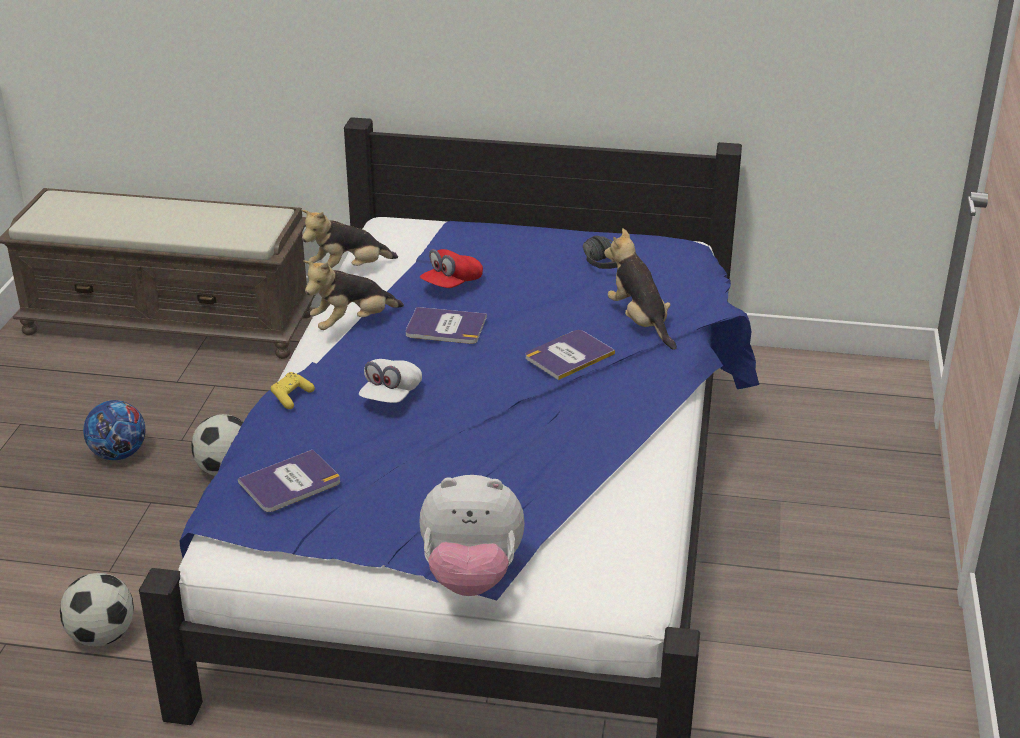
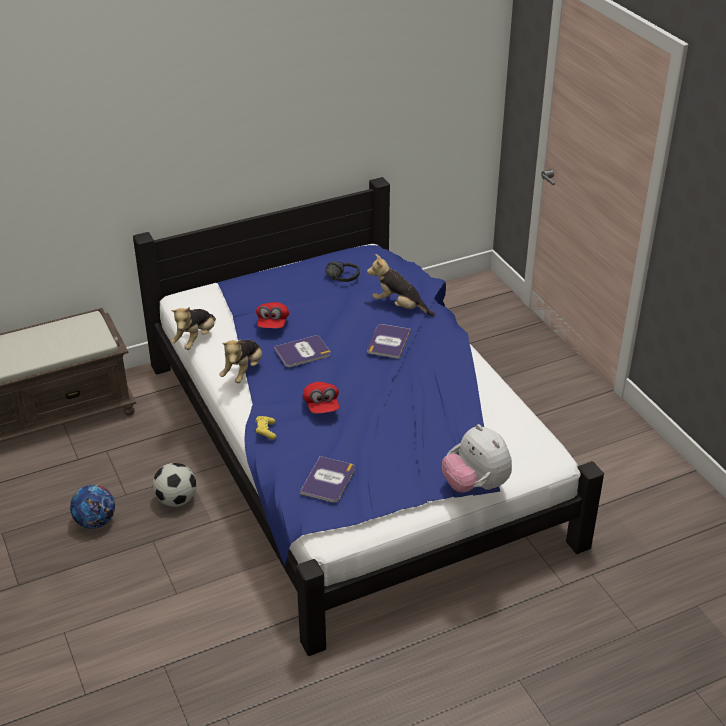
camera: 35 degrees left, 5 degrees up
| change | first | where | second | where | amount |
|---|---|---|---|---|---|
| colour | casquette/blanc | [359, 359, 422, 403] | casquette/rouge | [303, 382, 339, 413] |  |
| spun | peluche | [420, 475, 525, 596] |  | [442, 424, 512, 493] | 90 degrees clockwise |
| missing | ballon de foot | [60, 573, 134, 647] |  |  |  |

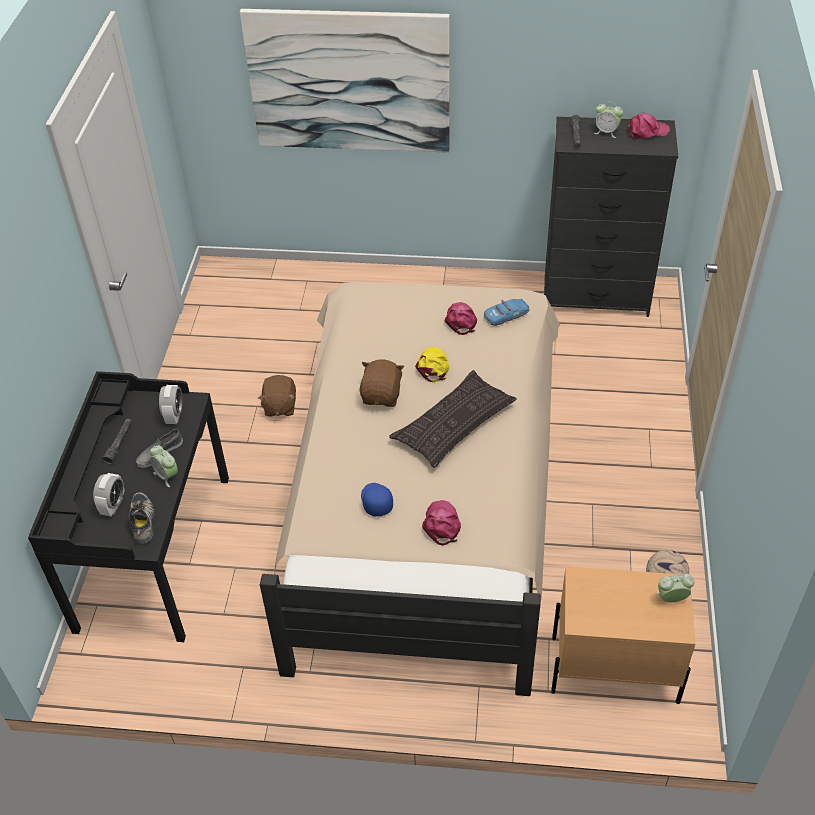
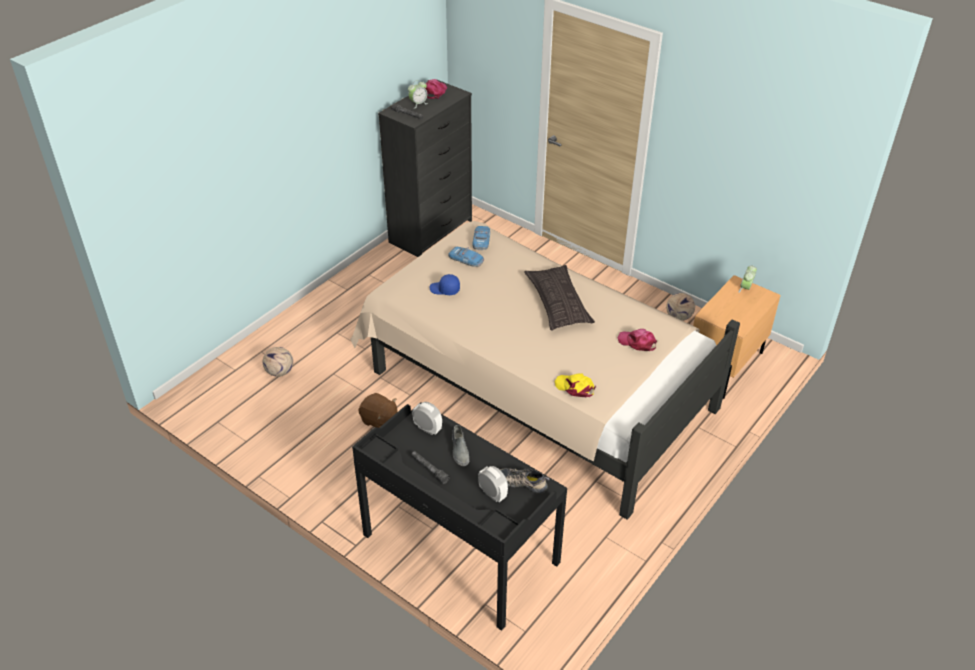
camera: 60 degrees left, 5 degrees down
| change | first | where | second | where | amount |
|---|---|---|---|---|---|
| missing | tableau | [240, 9, 450, 153] |  |  |  |
| exchanged | casquette/rose | [445, 302, 477, 335] | petite voiture | [448, 247, 484, 267] |  |
| relocated | casquette/jaune | [415, 347, 449, 382] |  | [555, 373, 596, 397] |  |
| missing | peluche/marron | [360, 359, 404, 407] |  |  |  |
| missing | réveil | [150, 445, 178, 487] |  |  |  |
| relocated | casquette/bleu | [361, 483, 393, 516] |  | [429, 274, 460, 295] |  |
| appeared |  |  | ballon de foot | [263, 347, 293, 377] |  |

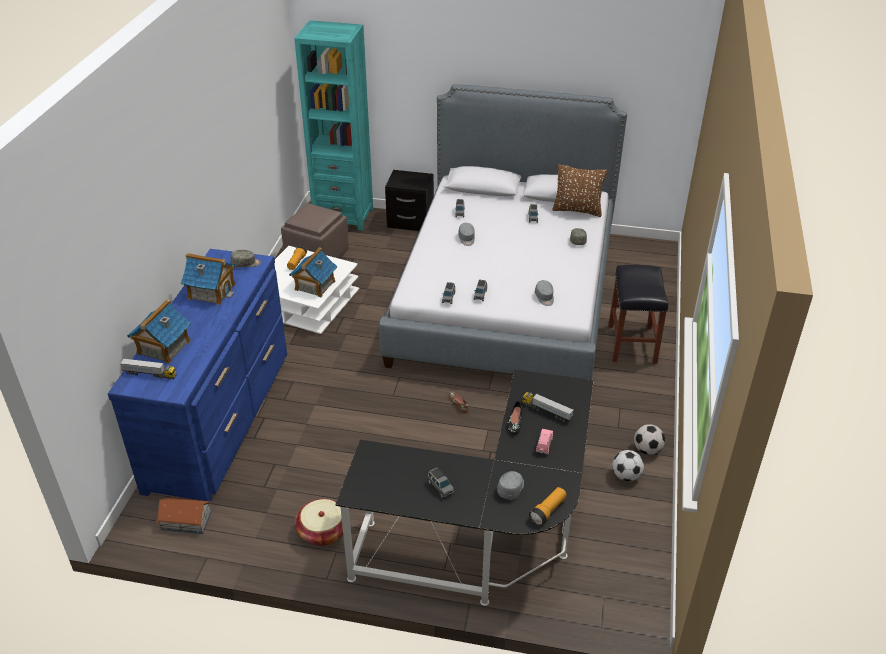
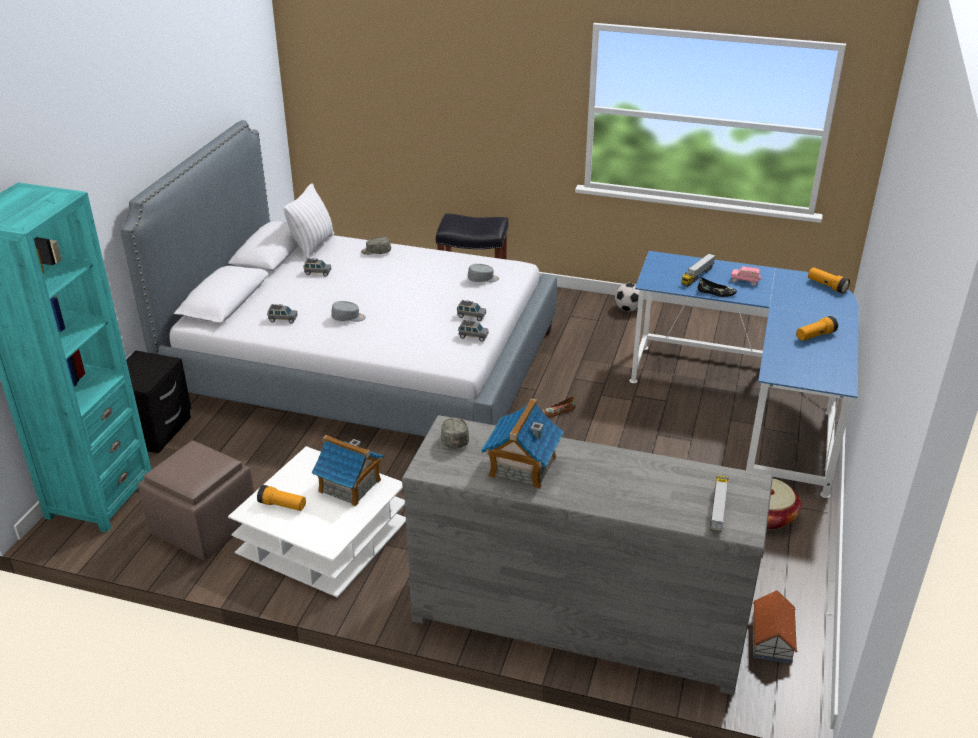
camera: 85 degrees left, 5 degrees down
| change | first | where | second | where | amount |
|---|---|---|---|---|---|
| colour | coussin/marron | [552, 164, 607, 217] | coussin/blanc | [283, 183, 334, 260] |  |
| colour | commode/bleu | [108, 249, 287, 504] | commode/gris | [402, 415, 773, 695] |  |
| missing | maison miniature | [127, 299, 191, 364] |  |  |  |
| colour | bureau/noir | [335, 369, 594, 606] | bureau/bleu | [629, 251, 859, 498] |  |
| missing | ballon de foot | [612, 450, 644, 481] |  |  |  |
| exchanged | petite voiture/gris | [427, 467, 454, 498] | lampe de poche | [796, 316, 838, 341] |  |
| missing | casquette/gris | [497, 471, 524, 499] |  |  |  |

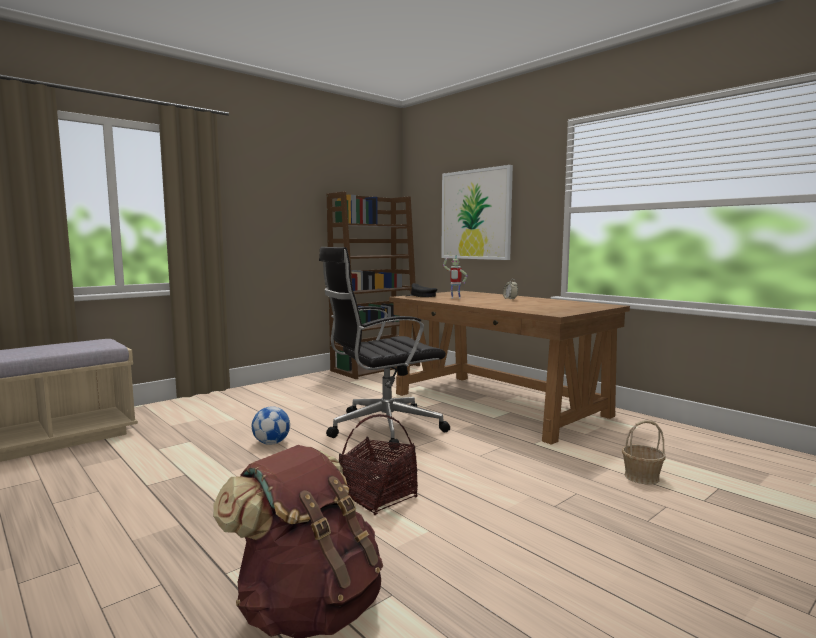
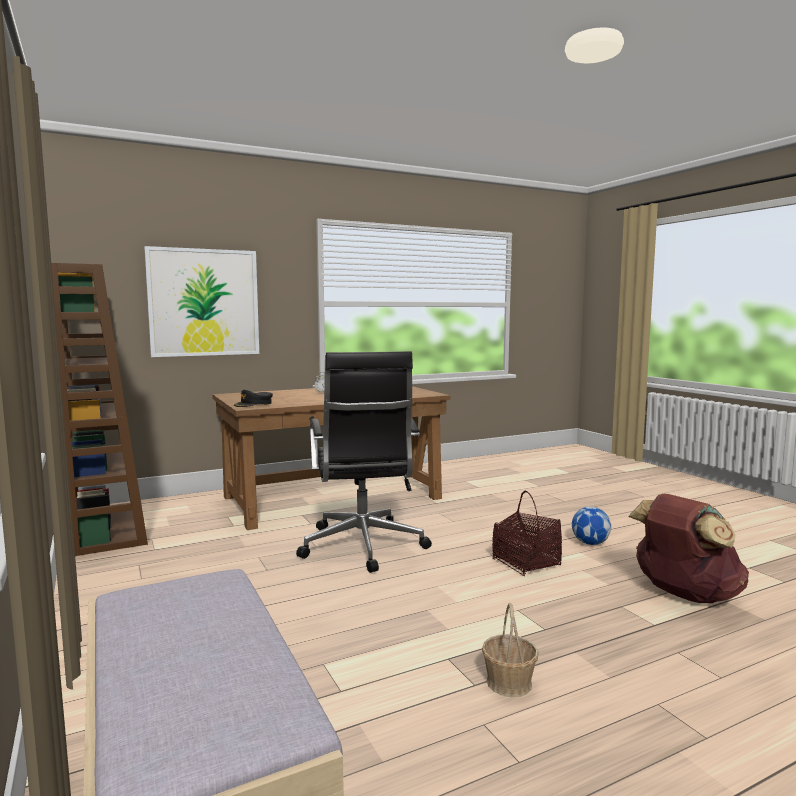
camera: 75 degrees left, 0 degrees up
| change | first | where | second | where | amount |
|---|---|---|---|---|---|
| missing | robot jouet | [443, 255, 468, 299] |  |  |  |
| relocated | ballon de foot | [252, 406, 290, 445] |  | [572, 507, 611, 545] |  |
| relocated | panier | [622, 420, 666, 484] |  | [482, 603, 539, 697] |  |

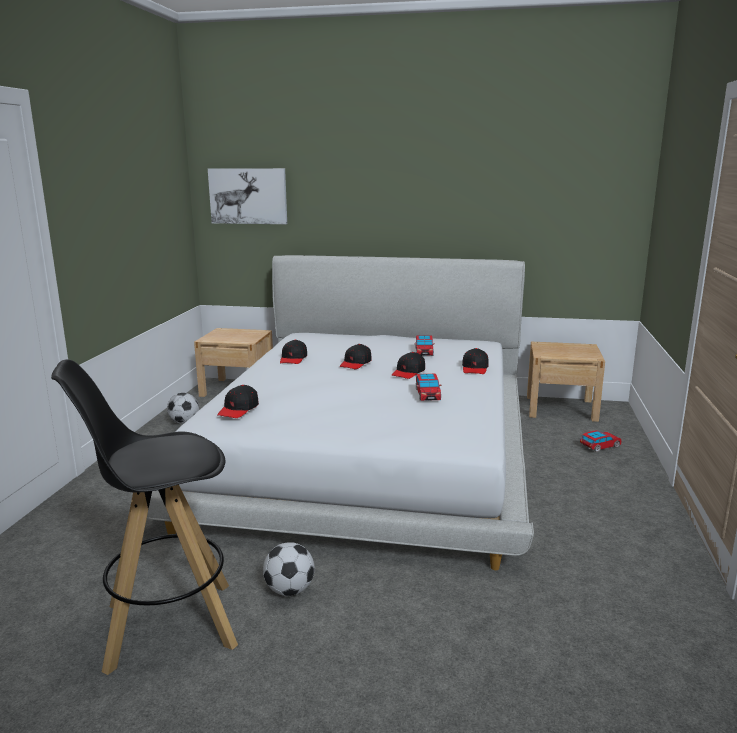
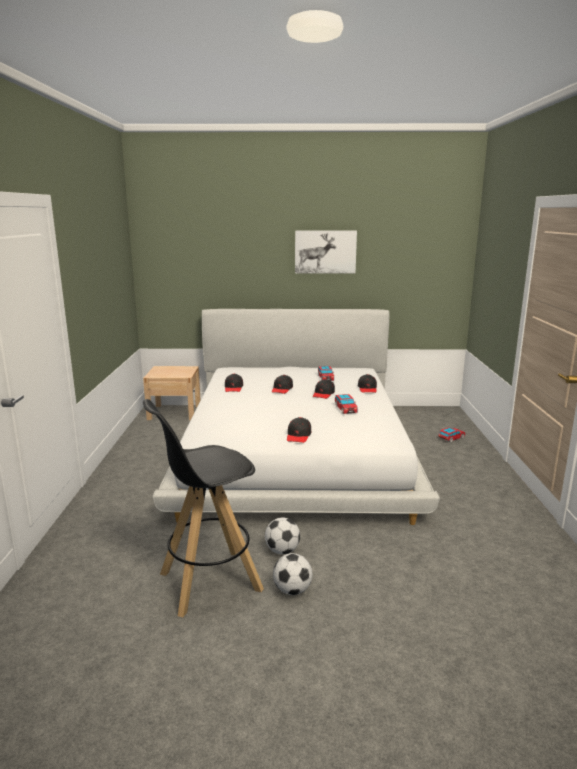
camera: 10 degrees left, 0 degrees up
| change | first | where | second | where | amount |
|---|---|---|---|---|---|
| relocated | tableau | [208, 168, 287, 224] |  | [295, 231, 357, 273] |  |
| missing | table de chevet/beige | [527, 342, 605, 422] |  |  |  |
| relocated | casquette/noir | [217, 385, 259, 418] |  | [287, 417, 311, 443] |  |
| relocated | ballon de foot | [167, 393, 199, 424] |  | [273, 553, 312, 595] |  |

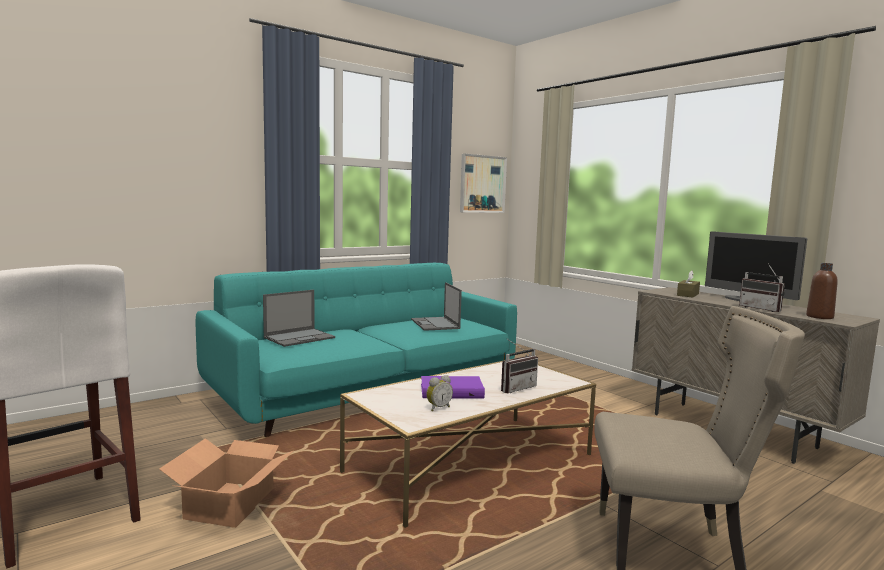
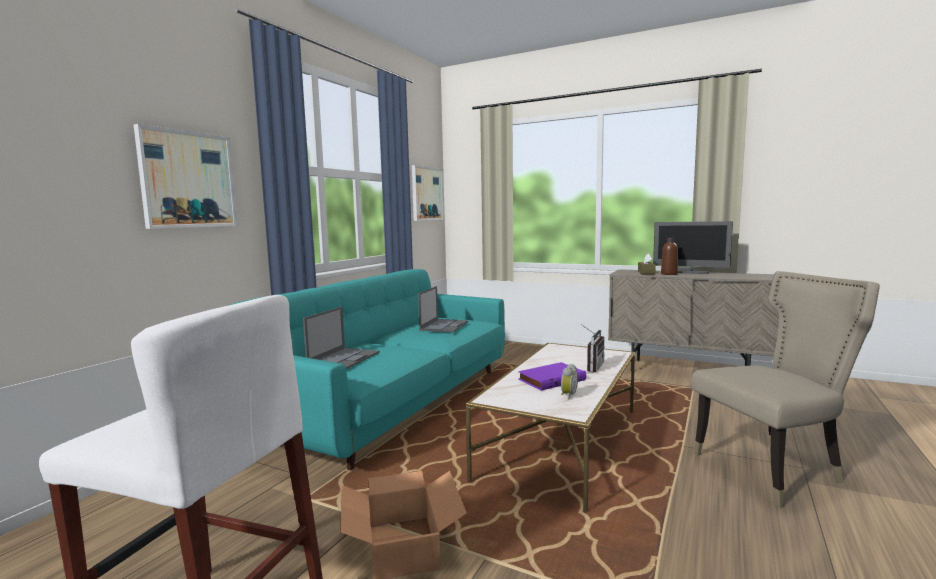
camera: 25 degrees left, 0 degrees up
| change | first | where | second | where | amount |
|---|---|---|---|---|---|
| relocated | bouteille/marron | [806, 263, 838, 319] |  | [661, 238, 678, 275] |  |
| missing | radio | [739, 264, 785, 312] |  |  |  |
| spun | ordinateur portable | [411, 282, 462, 331] |  | [418, 286, 469, 333] | 120 degrees counterclockwise |
| appeared |  |  | tableau | [134, 124, 238, 229] |  |

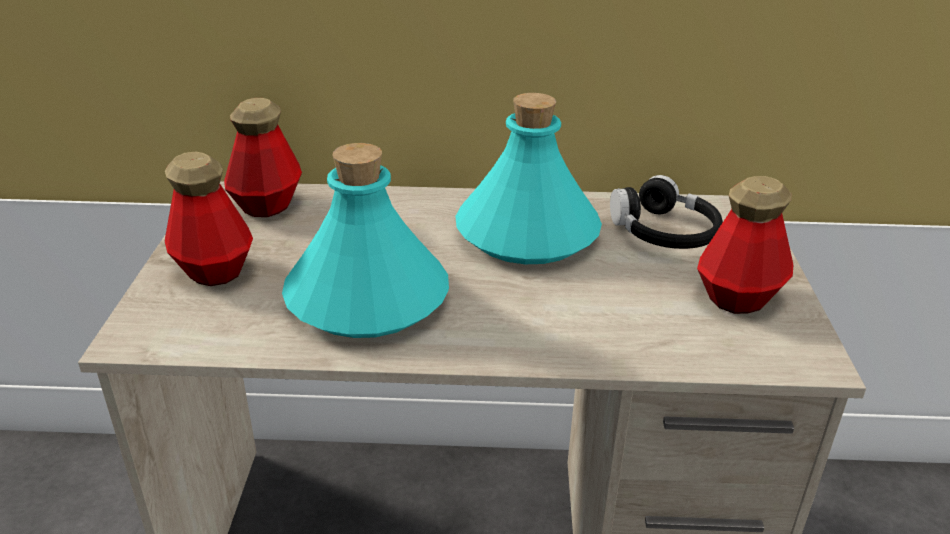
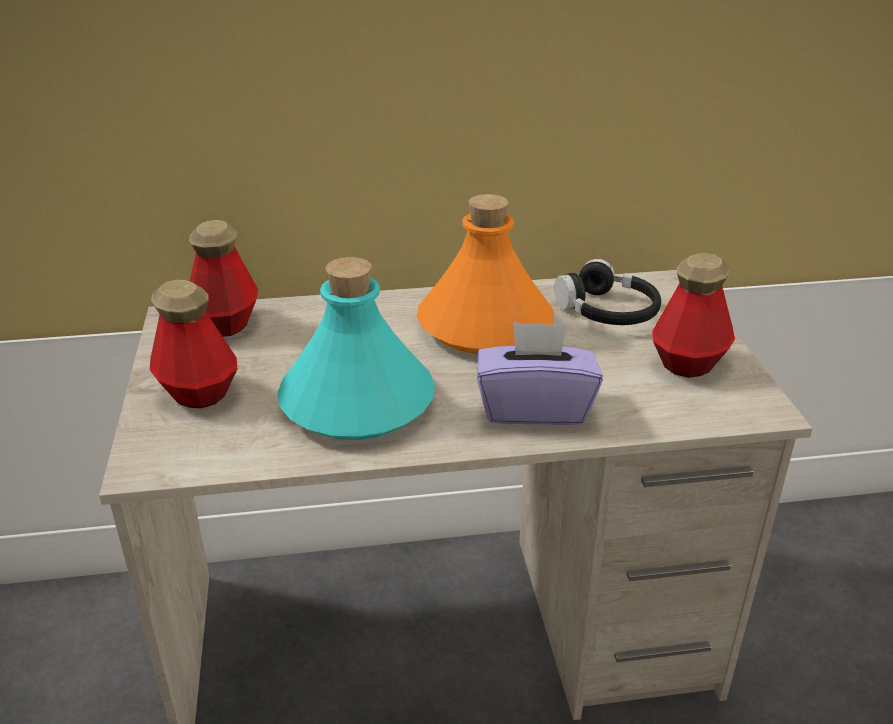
camera: 10 degrees left, 0 degrees up
| change | first | where | second | where | amount |
|---|---|---|---|---|---|
| colour | bouteille/turquoise | [455, 93, 602, 264] | bouteille/orange | [417, 194, 554, 354] |  |
| appeared |  |  | boîte à mouchoirs/violet | [477, 322, 603, 425] |  |

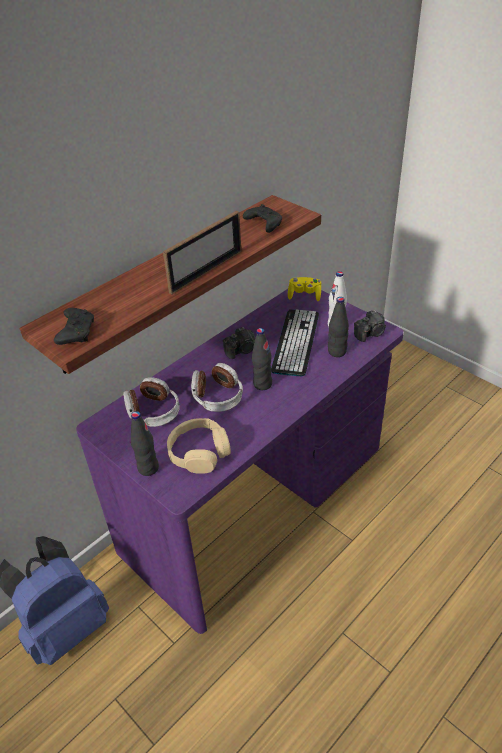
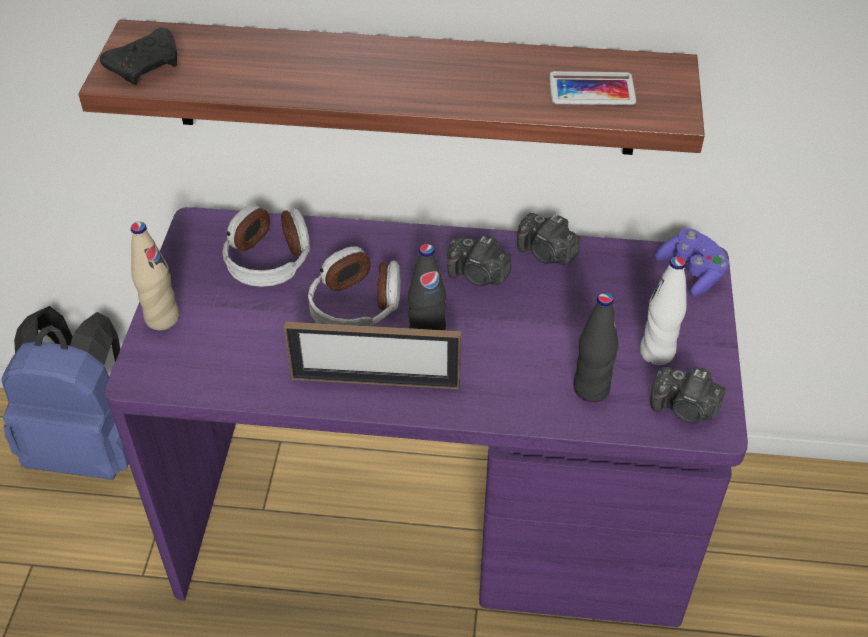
camera: 50 degrees right, 5 degrees up
| change | first | where | second | where | amount |
|---|---|---|---|---|---|
| exchanged | manette/noir | [243, 204, 282, 233] | téléphone | [549, 71, 636, 105] |  |
| relocated | cadre photo | [163, 211, 241, 294] |  | [284, 322, 461, 389] |  |
| colour | manette/jaune | [288, 277, 321, 301] | manette/violet | [655, 229, 729, 297] |  |
| missing | clavier | [271, 309, 319, 376] |  |  |  |
| colour | bouteille/noir | [131, 411, 159, 476] | bouteille/beige | [131, 222, 179, 330] |  |
| missing | casque audio/beige | [167, 418, 231, 474] |  |  |  |
| appeared |  |  | appareil photo | [517, 213, 580, 265] |  |

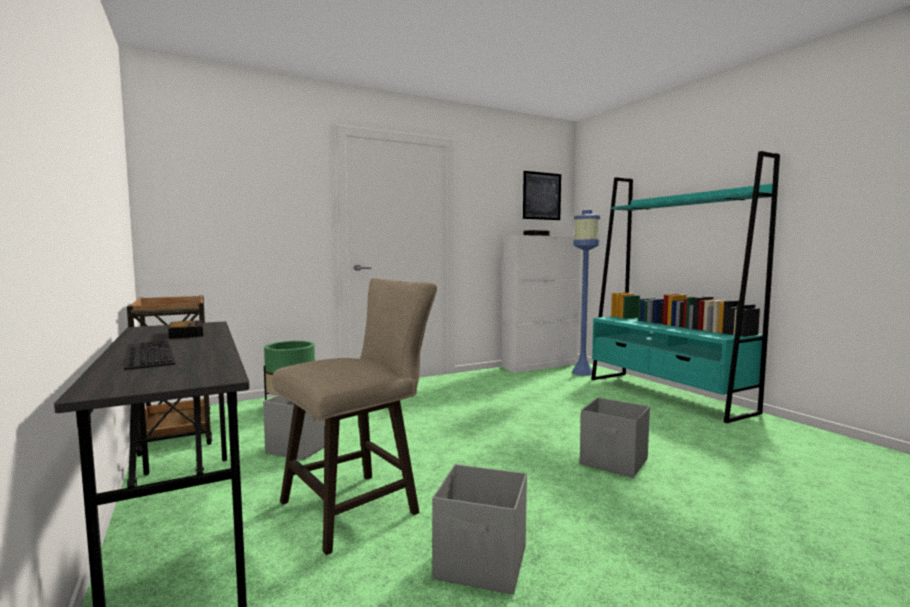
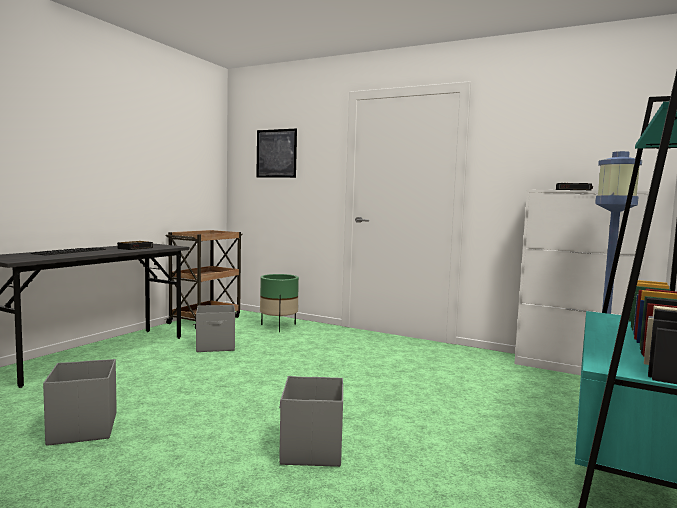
camera: 55 degrees right, 0 degrees up
| change | first | where | second | where | amount |
|---|---|---|---|---|---|
| relocated | tableau | [523, 171, 561, 220] |  | [256, 129, 297, 178] |  |
| missing | tabouret/beige | [272, 278, 437, 555] |  |  |  |

